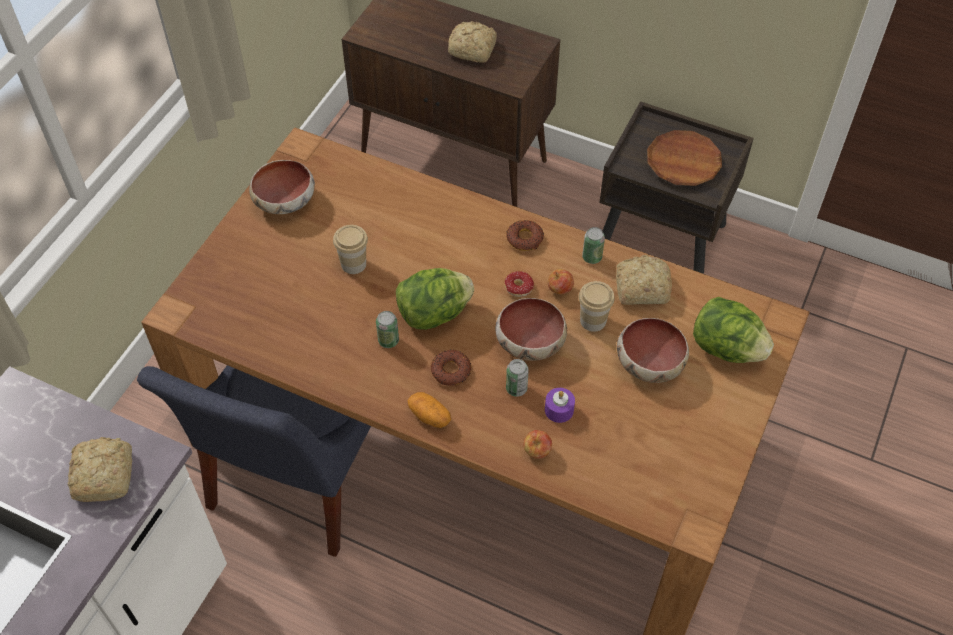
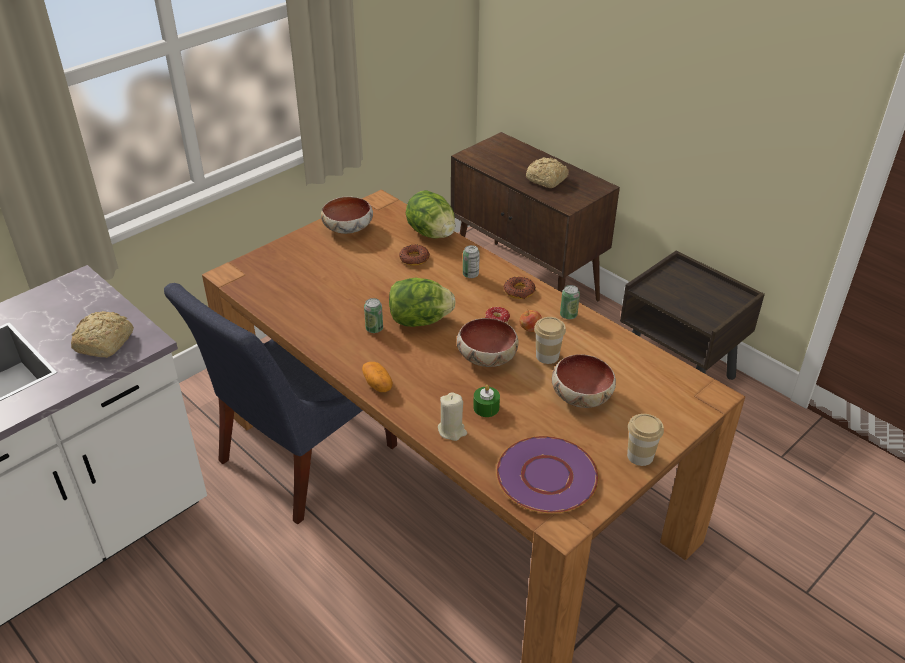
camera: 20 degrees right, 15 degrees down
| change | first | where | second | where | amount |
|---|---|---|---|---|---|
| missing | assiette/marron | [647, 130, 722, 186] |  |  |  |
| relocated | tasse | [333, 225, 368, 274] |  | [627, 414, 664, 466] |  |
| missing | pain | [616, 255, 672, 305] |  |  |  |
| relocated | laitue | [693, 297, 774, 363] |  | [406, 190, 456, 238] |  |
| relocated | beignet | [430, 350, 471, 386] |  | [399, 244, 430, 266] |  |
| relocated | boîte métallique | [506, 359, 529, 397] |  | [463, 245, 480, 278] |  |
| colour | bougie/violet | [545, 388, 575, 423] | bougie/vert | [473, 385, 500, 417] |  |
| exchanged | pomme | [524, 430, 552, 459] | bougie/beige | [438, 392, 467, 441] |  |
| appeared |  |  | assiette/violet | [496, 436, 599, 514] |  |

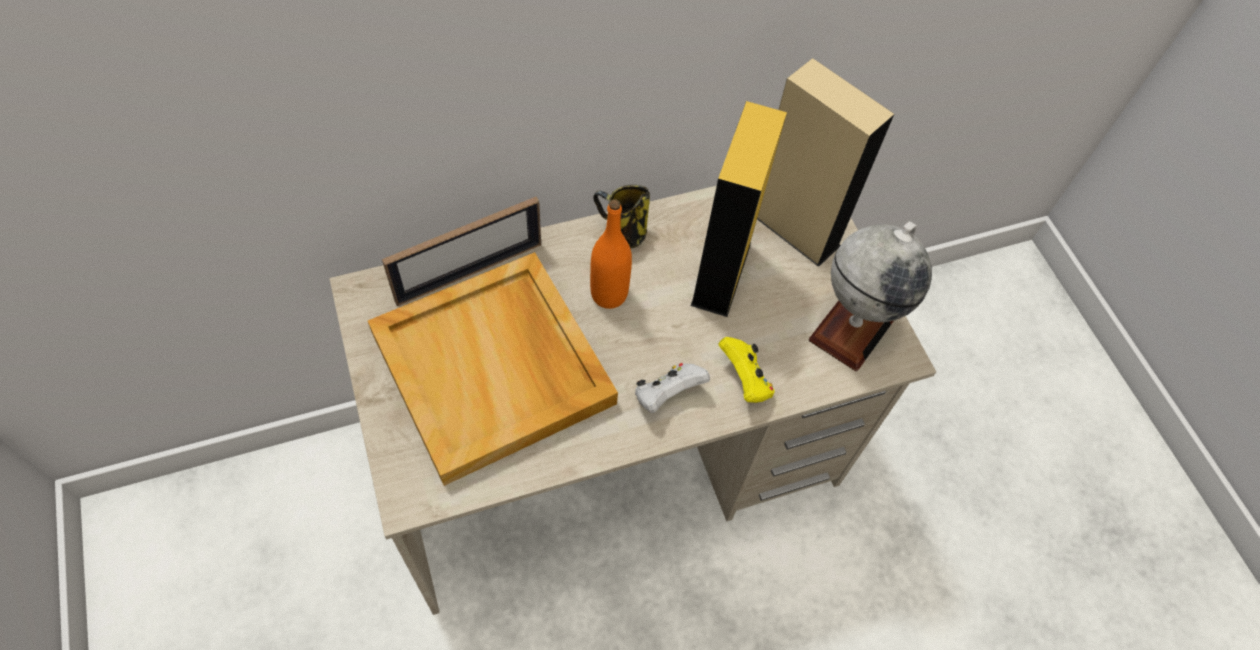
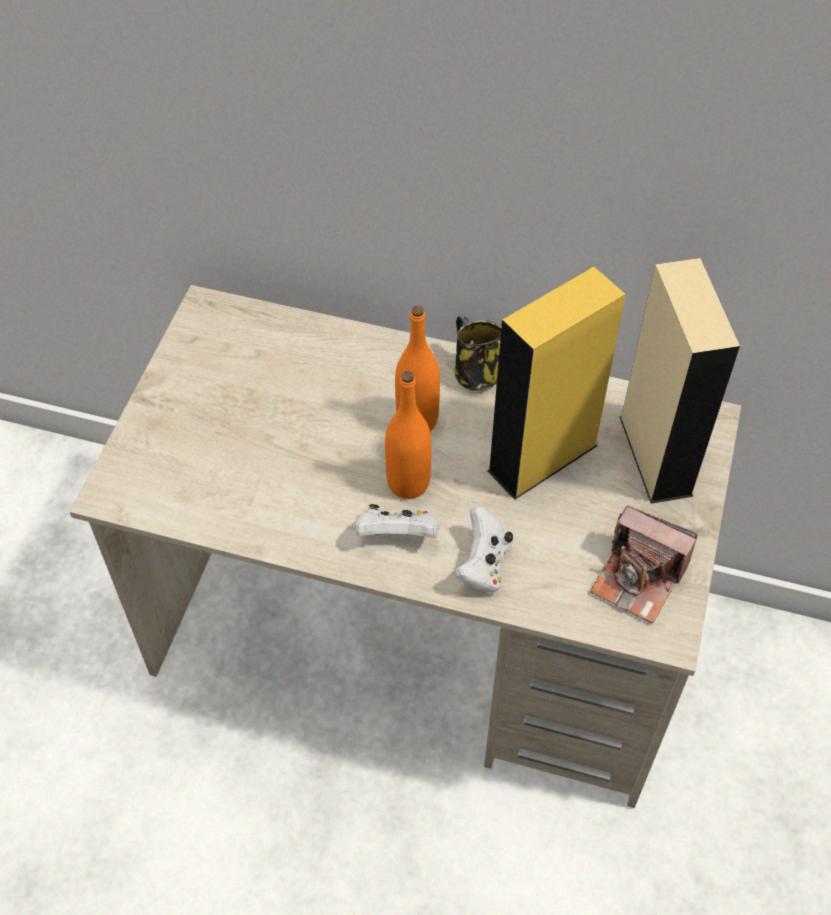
camera: 40 degrees right, 5 degrees down
| change | first | where | second | where | amount |
|---|---|---|---|---|---|
| missing | cadre photo | [382, 197, 541, 306] |  |  |  |
| exchanged | globe | [808, 221, 932, 371] | appareil photo | [590, 505, 698, 624] |  |
| missing | plateau/beige | [368, 252, 618, 486] |  |  |  |
| colour | manette/jaune | [718, 337, 775, 403] | manette/blanc | [453, 507, 513, 593] |  |
| appeared |  |  | bouteille/orange | [385, 371, 432, 499] |  |

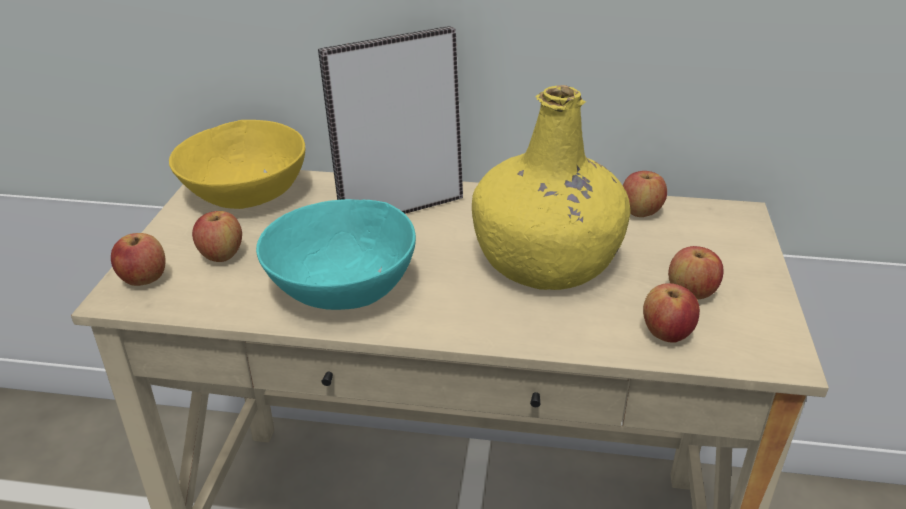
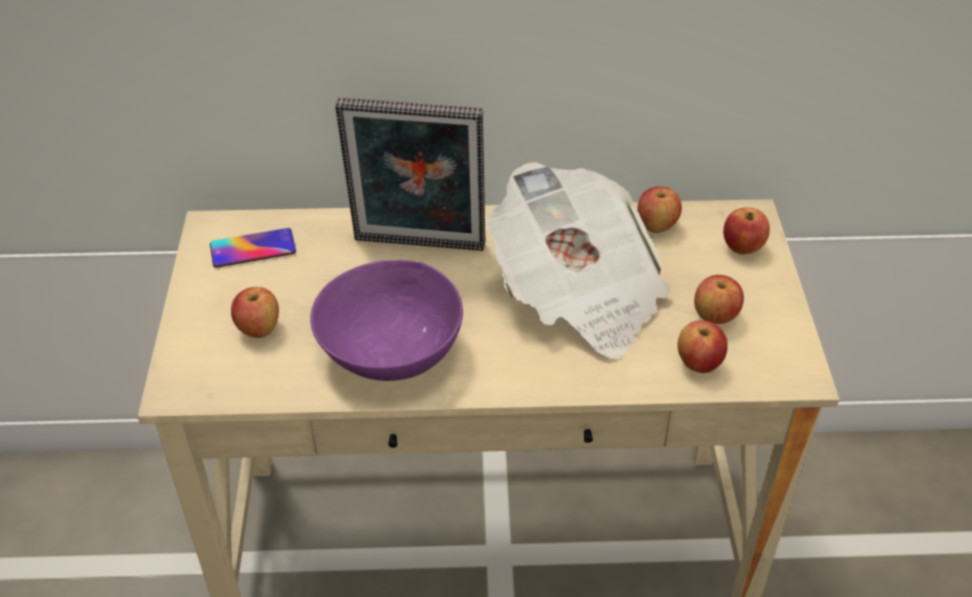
camera: 10 degrees left, 10 degrees up
| change | first | where | second | where | amount |
|---|---|---|---|---|---|
| spun | cadre photo | [318, 26, 463, 214] |  | [335, 98, 485, 251] | 135 degrees counterclockwise |
| exchanged | bouteille/jaune | [472, 85, 631, 290] | journal | [488, 162, 671, 358] |  |
| exchanged | bol/jaune | [169, 120, 305, 209] | téléphone | [210, 228, 296, 268] |  |
| colour | bol/turquoise | [256, 199, 416, 310] | bol/violet | [310, 260, 463, 381] |  |
| relocated | pomme | [111, 233, 166, 286] |  | [723, 207, 770, 254] |  |

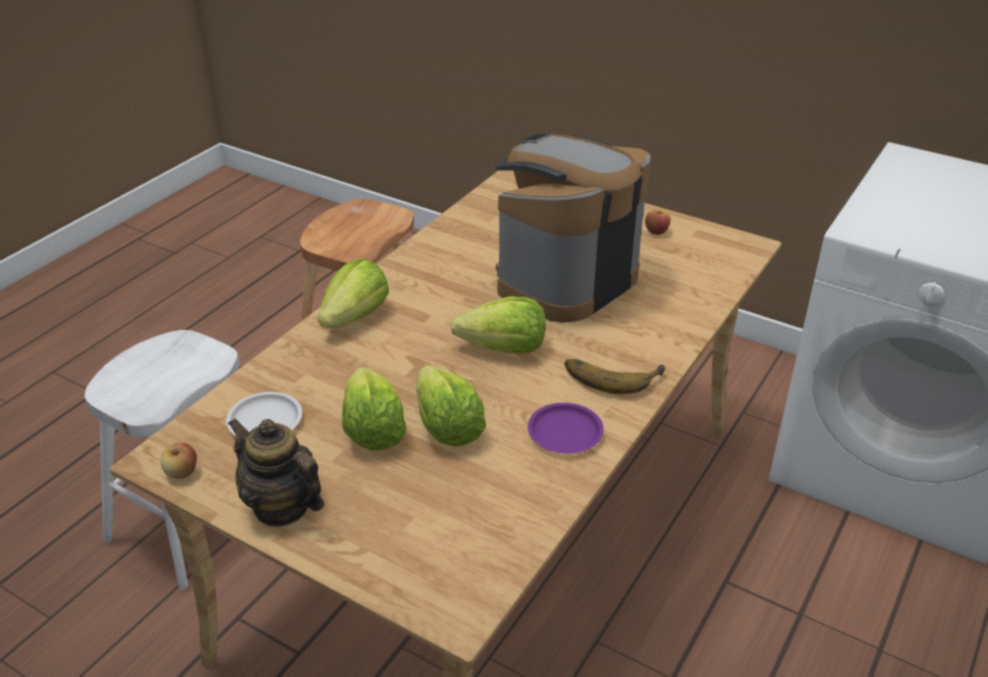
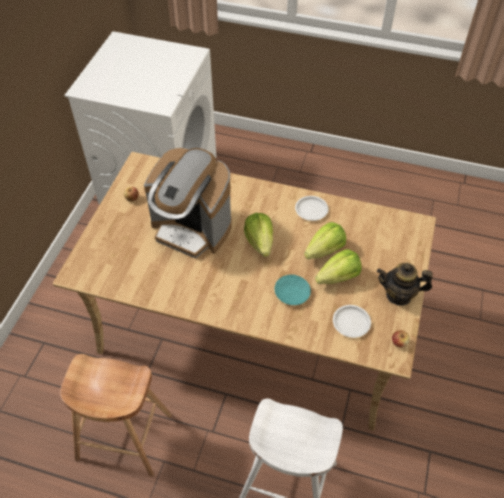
camera: 105 degrees left, 15 degrees up
| change | first | where | second | where | amount |
|---|---|---|---|---|---|
| missing | laitue | [317, 258, 389, 329] |  |  |  |
| missing | banane | [564, 359, 665, 394] |  |  |  |
| colour | assiette/violet | [528, 403, 604, 454] | assiette/blanc | [295, 196, 329, 221] |  |
| spun | théière | [228, 418, 324, 527] |  | [377, 263, 433, 306] | 75 degrees clockwise |
| appeared |  |  | assiette/turquoise | [275, 275, 311, 305] |  |

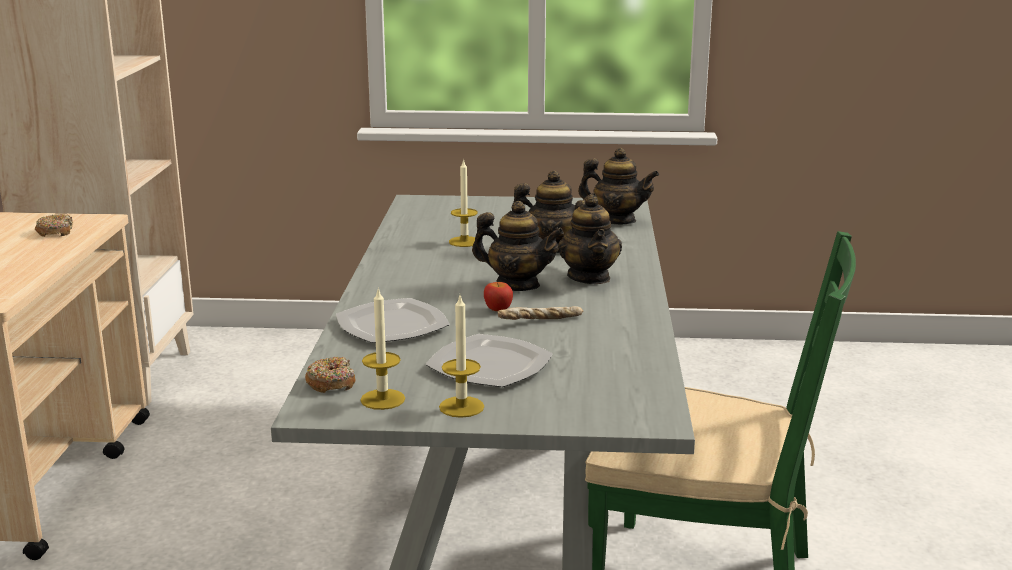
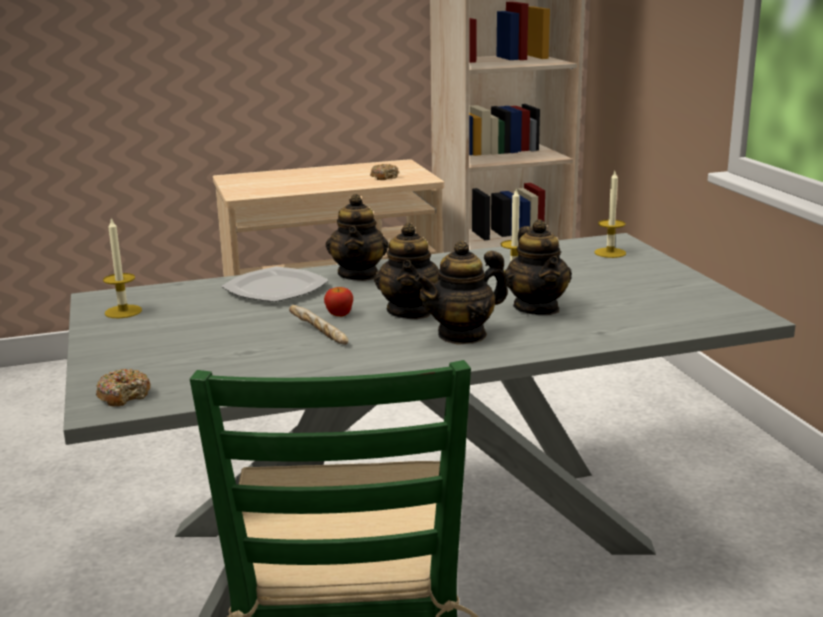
camera: 70 degrees right, 0 degrees up
| change | first | where | second | where | amount |
|---|---|---|---|---|---|
| relocated | théière | [578, 148, 659, 224] |  | [326, 194, 389, 281] |  |
| relocated | bougie | [439, 296, 484, 418] |  | [594, 171, 626, 258] |  |
| missing | assiette | [425, 334, 553, 387] |  |  |  |
| relocated | beignet | [305, 357, 355, 393] |  | [96, 369, 150, 407] |  |

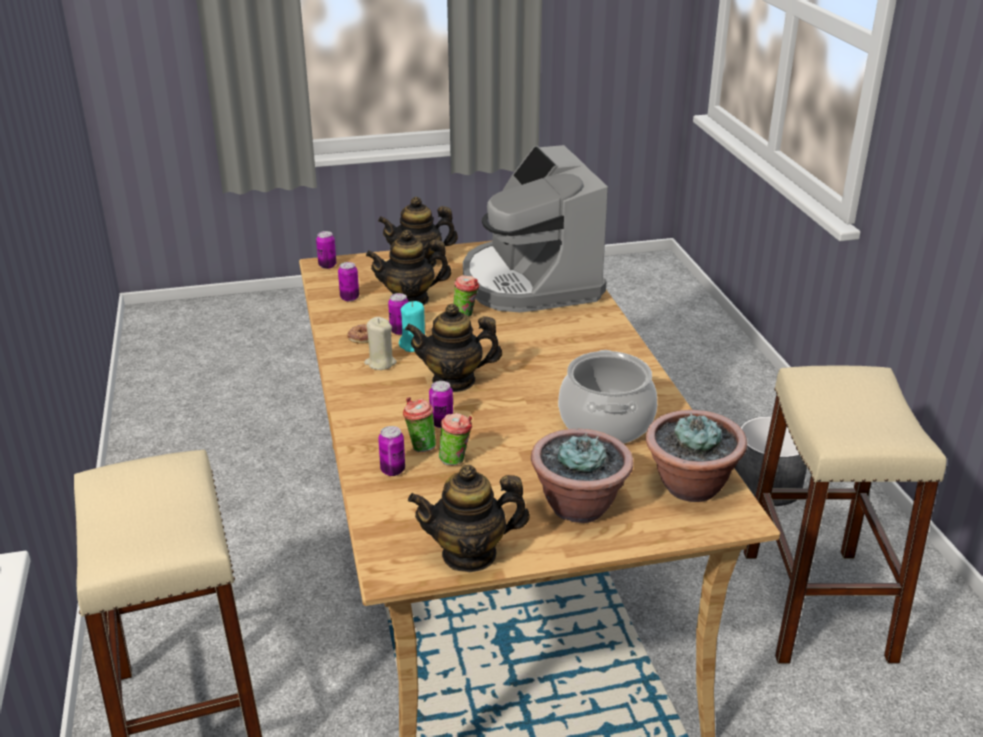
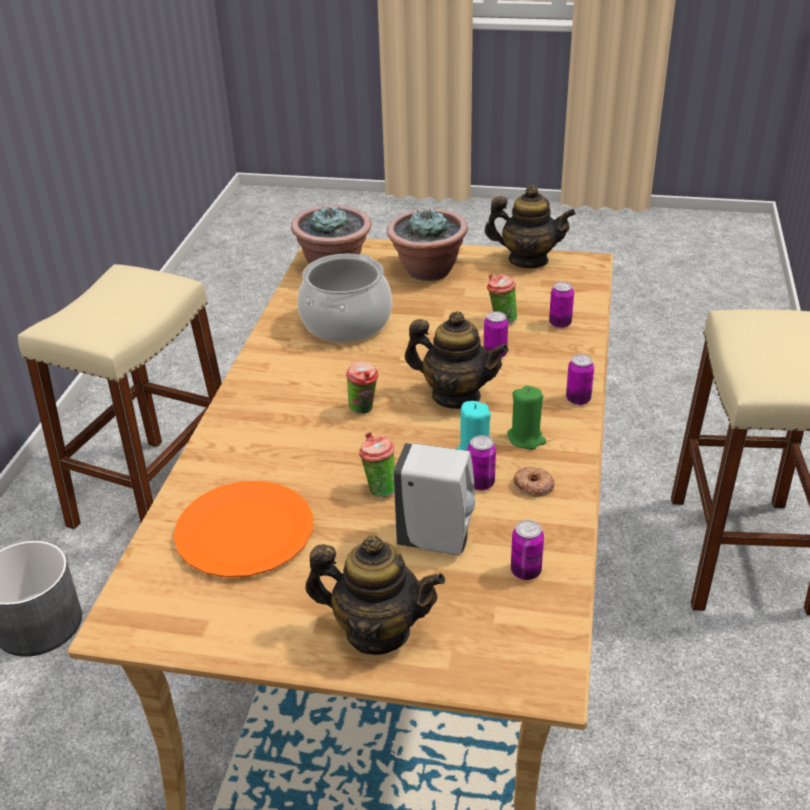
camera: 155 degrees left, 5 degrees up
| change | first | where | second | where | amount |
|---|---|---|---|---|---|
| exchanged | machine à café | [463, 145, 608, 312] | assiette/orange | [173, 481, 313, 578] |  |
| exchanged | théière | [366, 230, 451, 306] | distributeur de savon/blanc | [394, 443, 475, 556] |  |
| relocated | boîte métallique | [316, 231, 336, 269] |  | [566, 354, 594, 405] |  |
| colour | bougie/beige | [364, 317, 397, 370] | bougie/vert | [507, 386, 546, 450] |  |
| relocated | tasse | [403, 397, 436, 452] |  | [346, 361, 378, 414] |  |

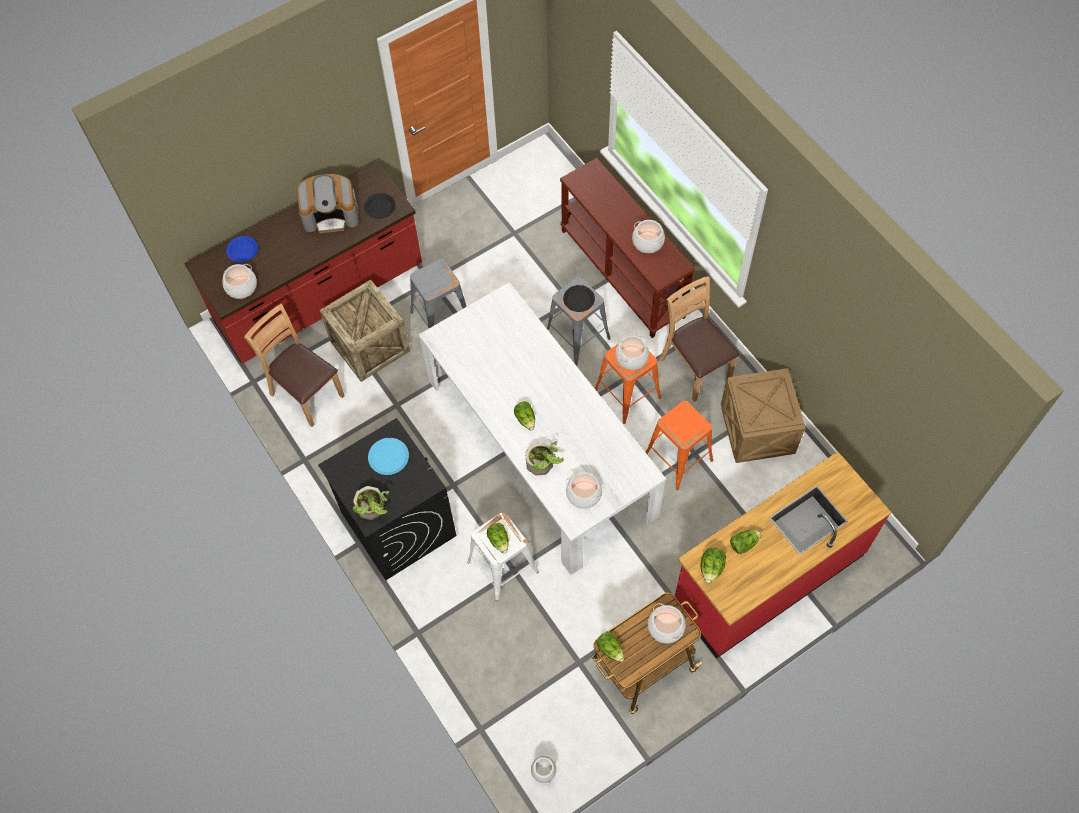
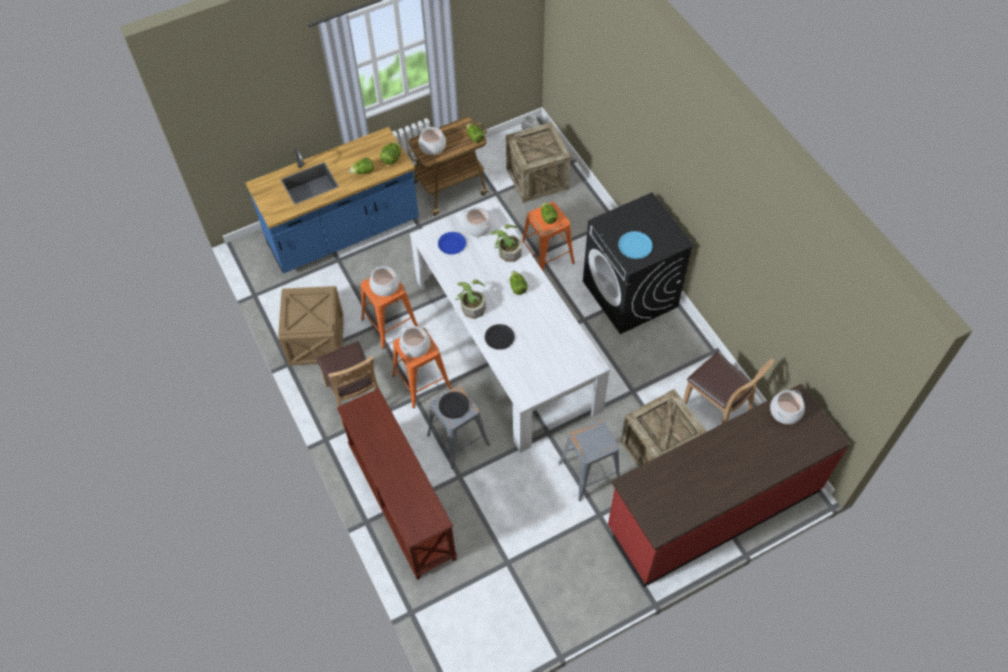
camera: 175 degrees left, 5 degrees down
| change | first | where | second | where | amount |
|---|---|---|---|---|---|
| missing | machine à café | [297, 174, 359, 233] |  |  |  |
| relocated | assiette/noir | [364, 193, 395, 219] |  | [485, 324, 515, 350] |  |
| relocated | marmite | [632, 220, 665, 253] |  | [370, 266, 399, 297] |  |
| relocated | assiette/bleu | [226, 236, 258, 262] |  | [438, 232, 466, 254] |  |
| colour | comptoir de cuisine/rouge | [675, 451, 891, 659] | comptoir de cuisine/bleu | [246, 127, 419, 273] |  |
| relocated | plante en pot | [352, 486, 389, 520] |  | [454, 280, 486, 319] |  |
| colour | tabouret/blanc | [467, 513, 539, 601] | tabouret/orange | [522, 202, 575, 272] |  |
| appeared |  |  | caisse | [506, 122, 571, 203] |  |

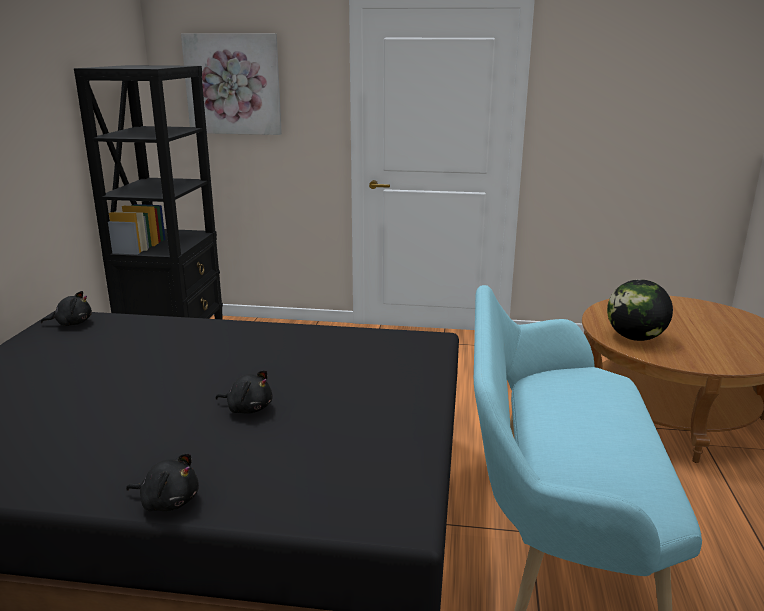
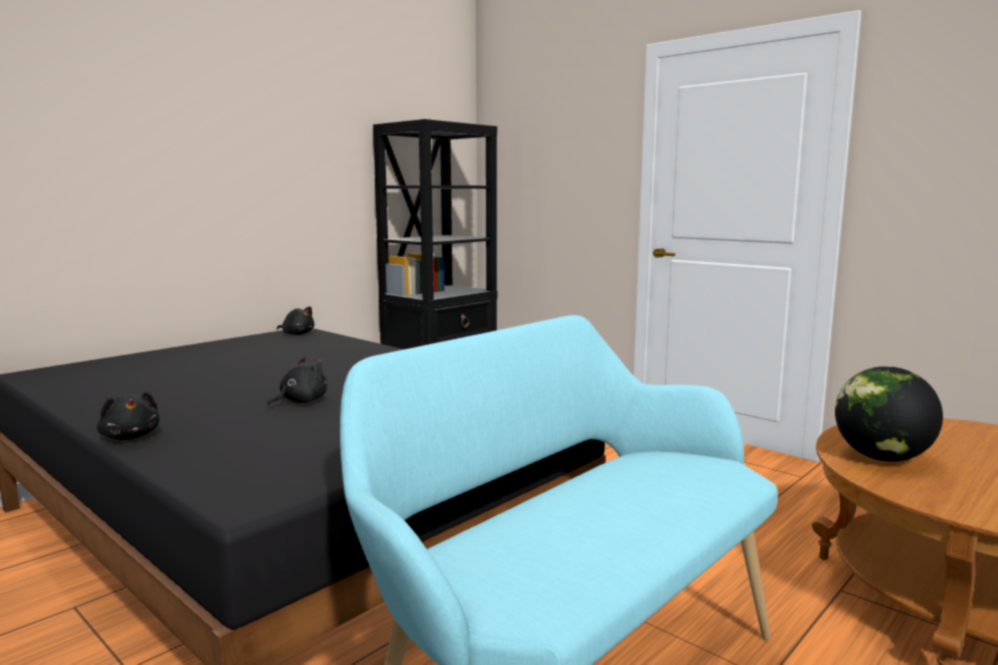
camera: 35 degrees right, 10 degrees down
| change | first | where | second | where | amount |
|---|---|---|---|---|---|
| missing | tableau | [181, 33, 282, 135] |  |  |  |
| spun | peluche/noir | [215, 370, 272, 414] |  | [267, 357, 327, 407] | 105 degrees counterclockwise |

